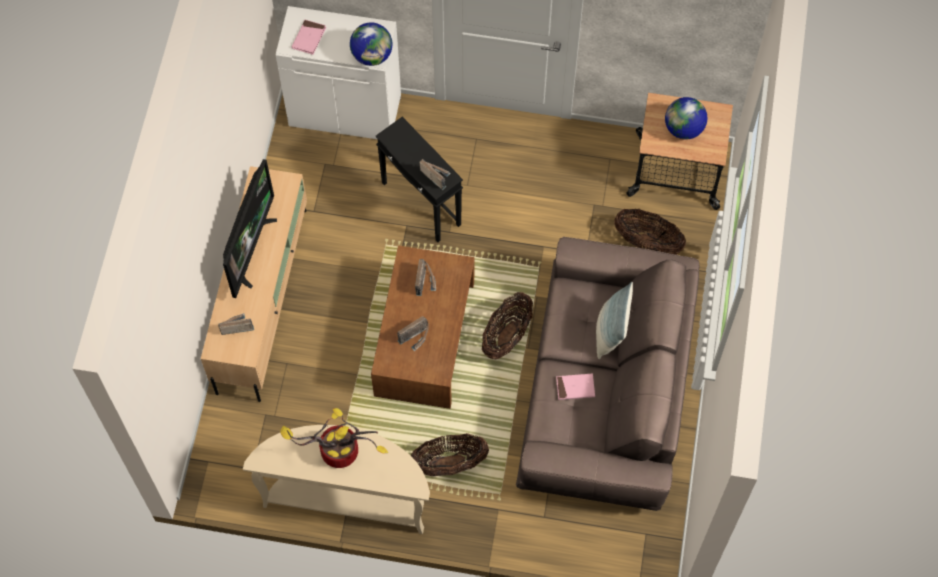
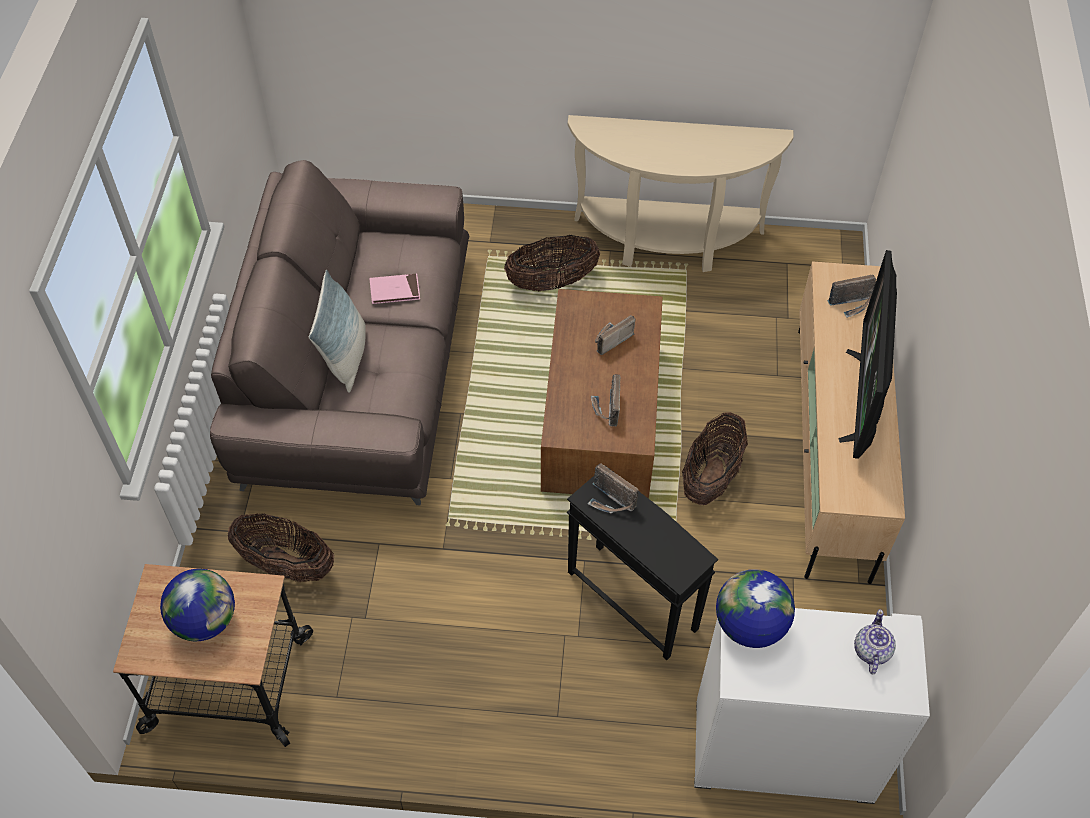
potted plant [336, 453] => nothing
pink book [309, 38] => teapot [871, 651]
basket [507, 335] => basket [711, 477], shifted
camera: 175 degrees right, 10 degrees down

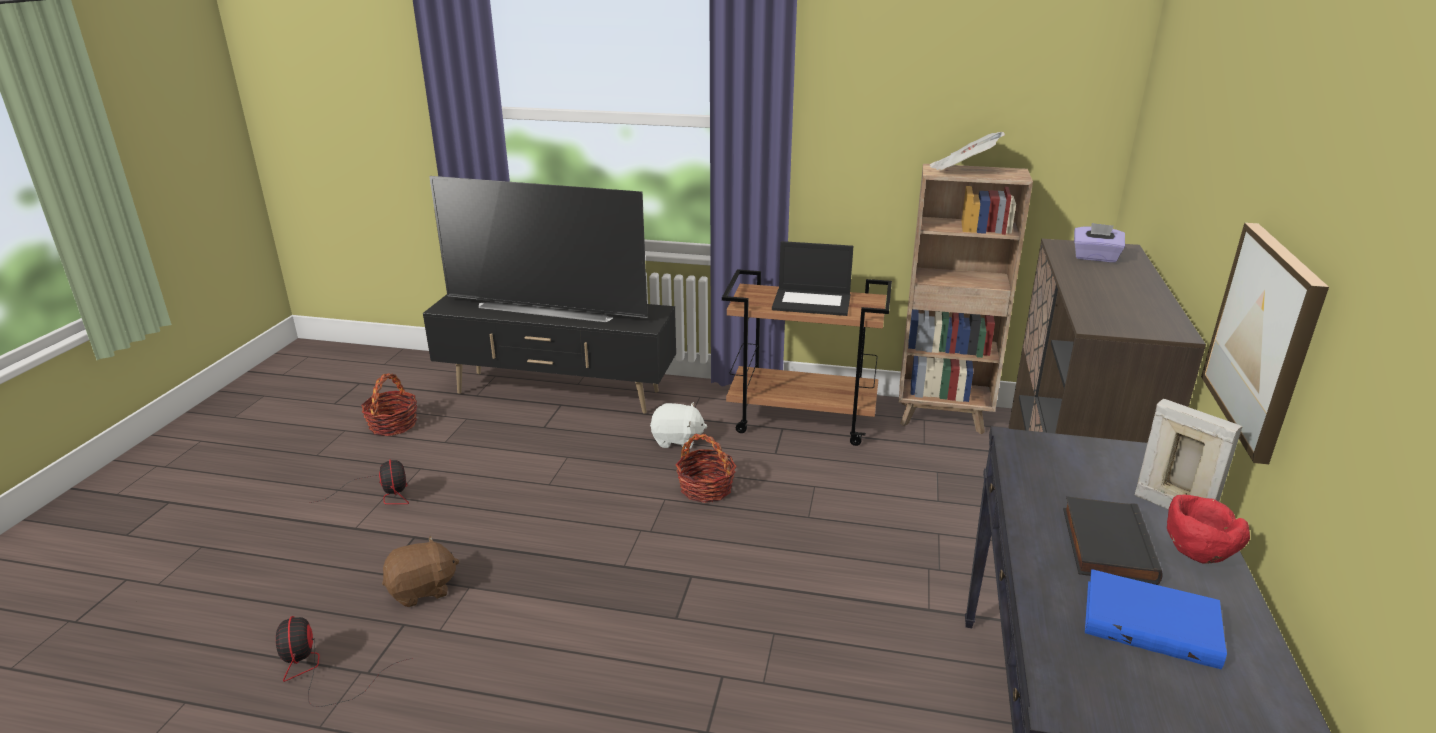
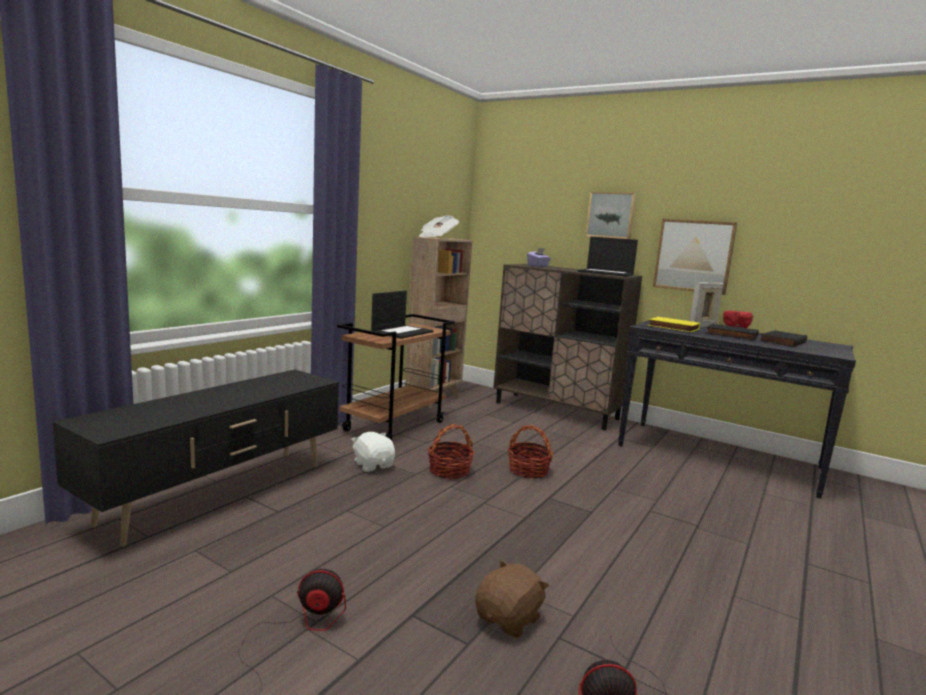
basket [393, 425] => basket [528, 470], shifted
brown plush toy [422, 590] => brown plush toy [509, 619], 45 degrees clockwise
television [549, 307] => nothing
white plush toy [677, 440] => white plush toy [373, 465], 60 degrees counterclockwise
blue book [1151, 622] => black book [781, 341]
nothing => laptop [606, 273]
nothing => picture [611, 215]
nothing => yellow book [672, 327]
camera: 70 degrees left, 15 degrees down

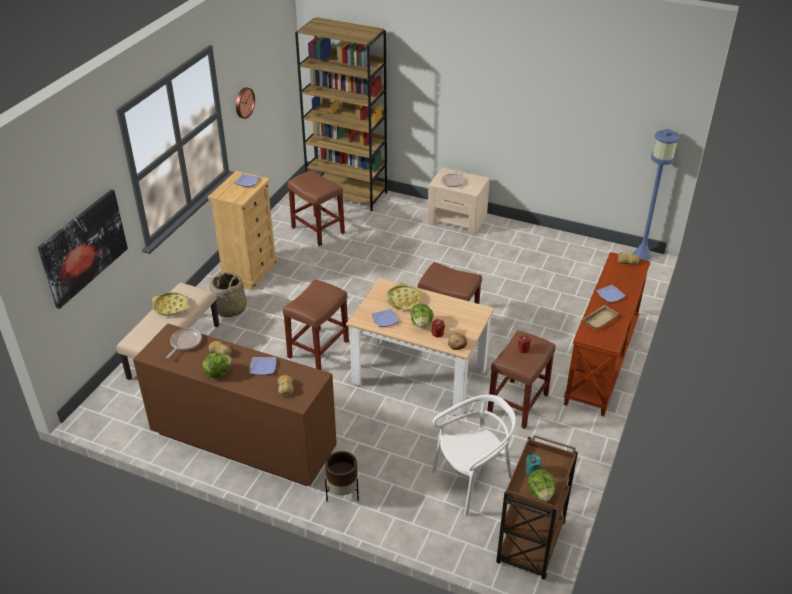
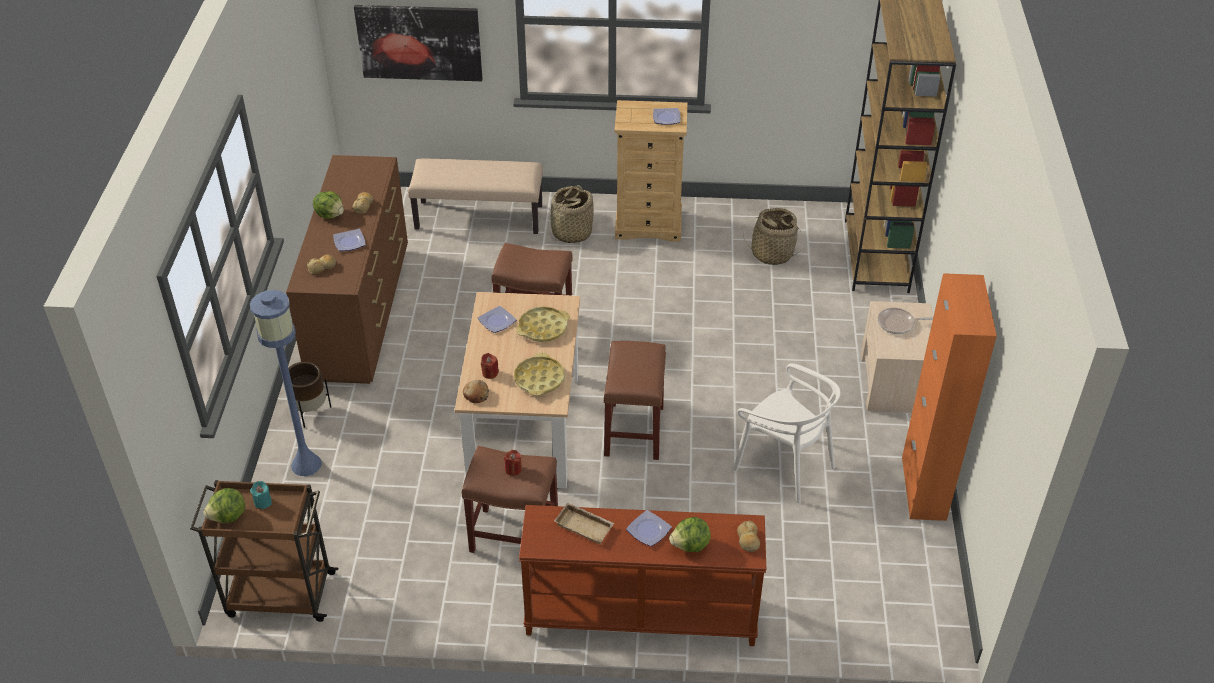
yellow tray [171, 307] => yellow tray [539, 379], shifted
frying pan [185, 343] => nothing
wall clock [243, 102] => nothing
brown stool [317, 230] => basket [772, 253]
lettuce [421, 324] => lettuce [690, 545], shifted
white chair [473, 482] => white chair [784, 465], shifted
blue floor lamp [641, 255] => blue floor lamp [305, 464], shifted
nothing => orange cabinet [923, 488]
camera: 70 degrees right, 5 degrees up

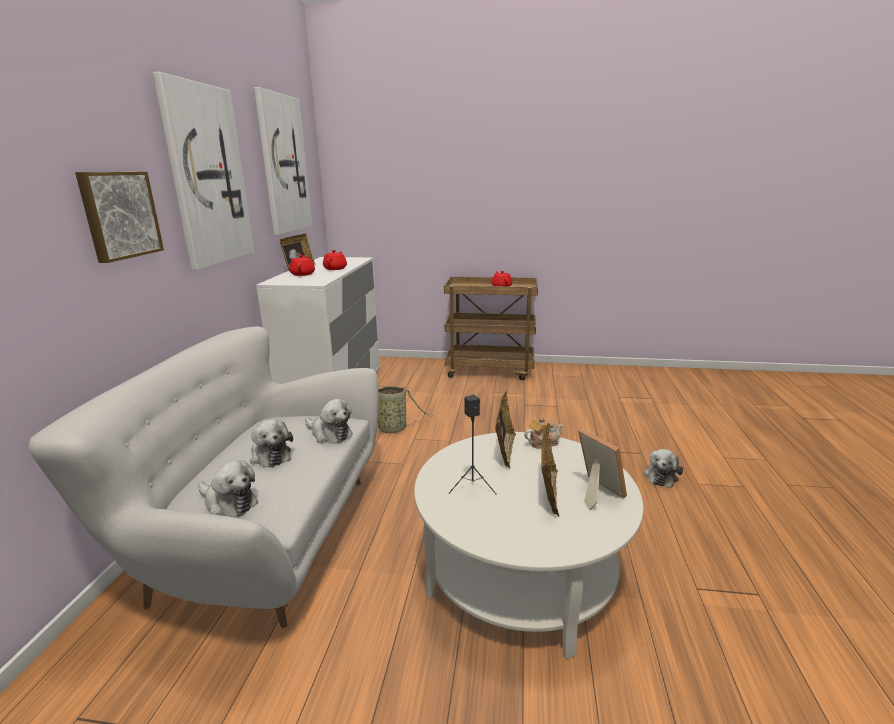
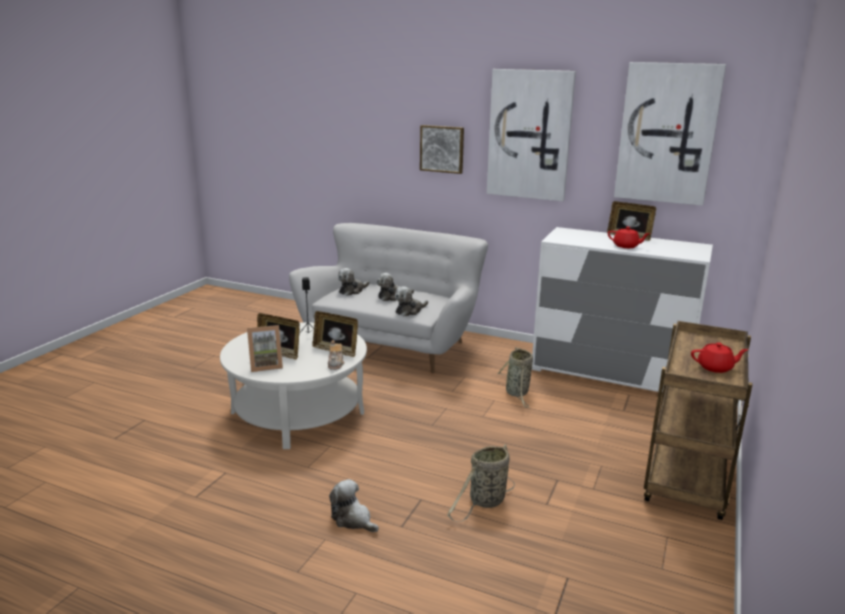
red teapot [303, 274] => nothing
nothing => basket [485, 502]
camera: 105 degrees right, 0 degrees up

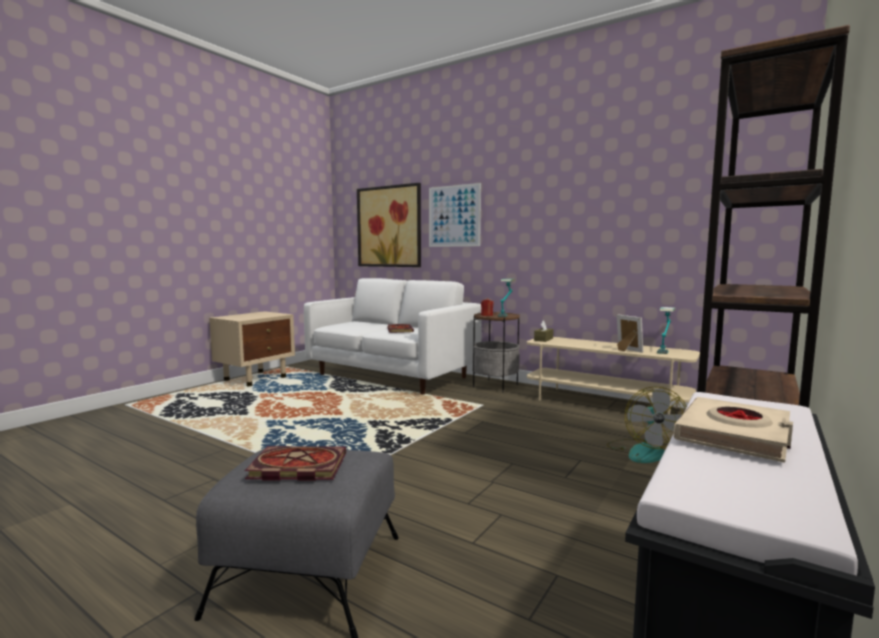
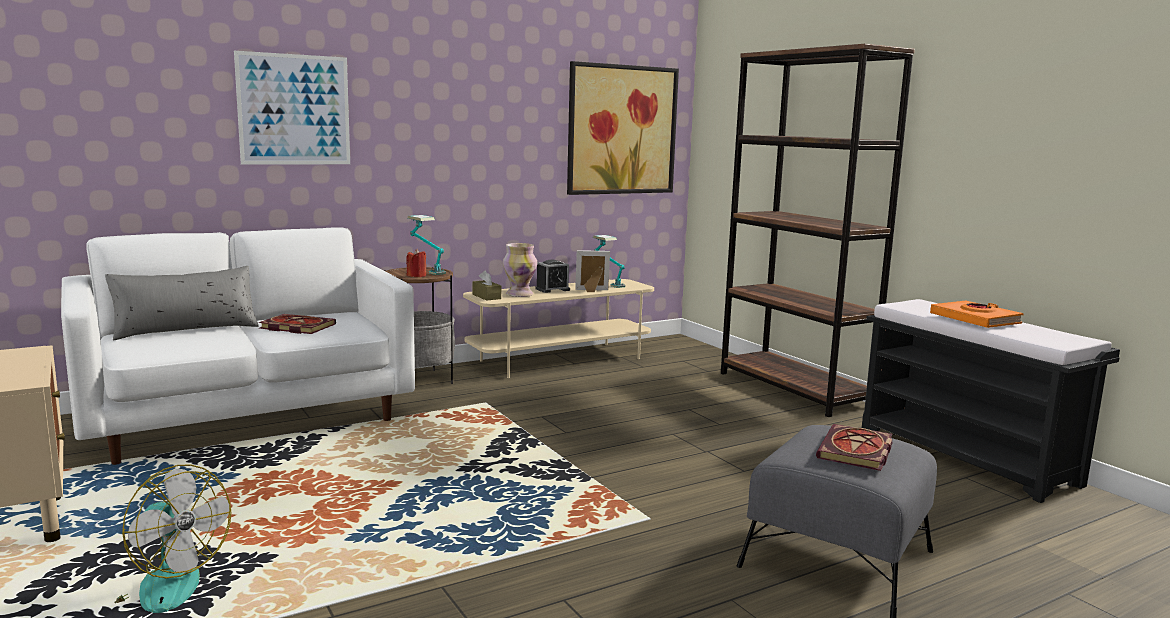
picture [389, 226] => picture [621, 130], shifted
fan [643, 451] => fan [159, 585], shifted
beige book [734, 435] => orange book [975, 320]
nothing => grey pillow [186, 329]
nothing => vase [519, 294]
nothing => alarm clock [552, 289]
camera: 65 degrees left, 5 degrees up

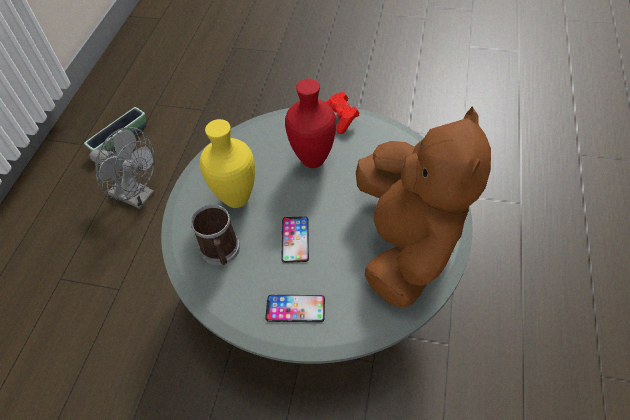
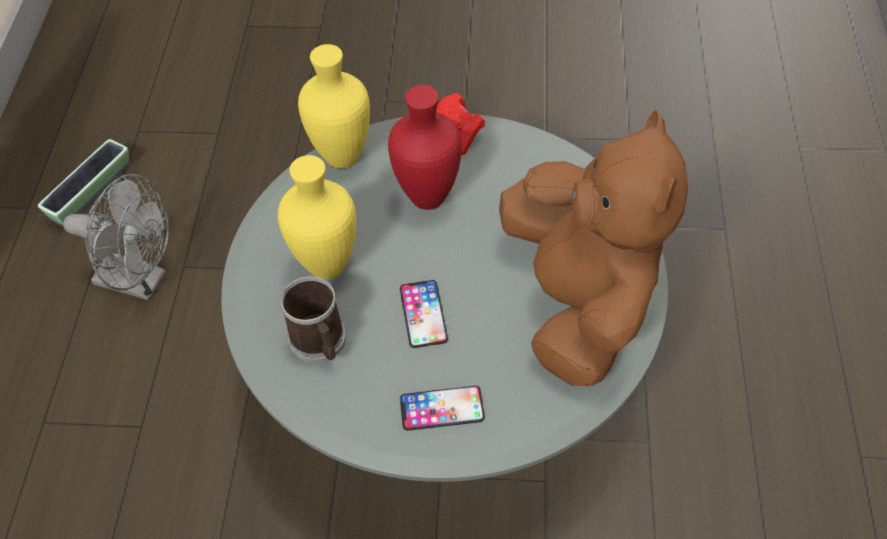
nothing => yellow vase [344, 158]
camera: 10 degrees left, 0 degrees up

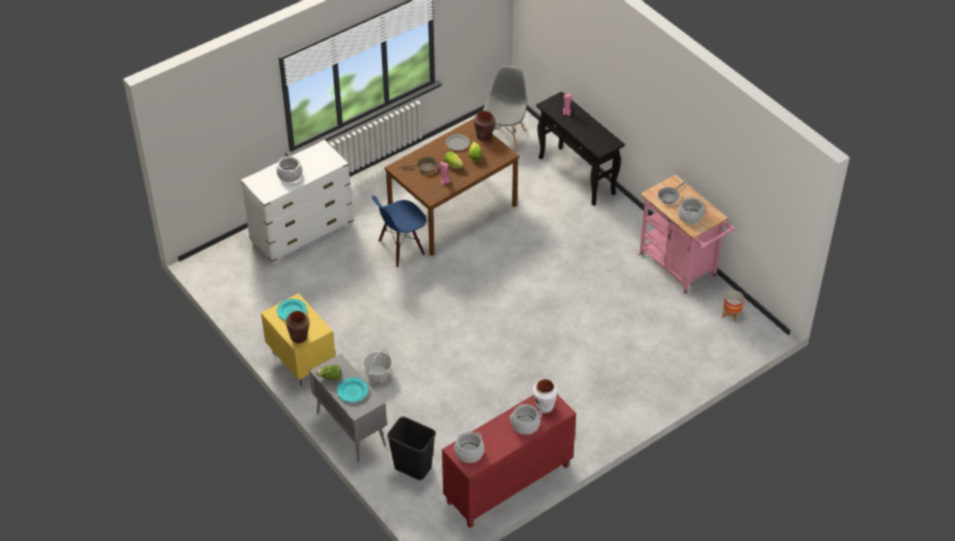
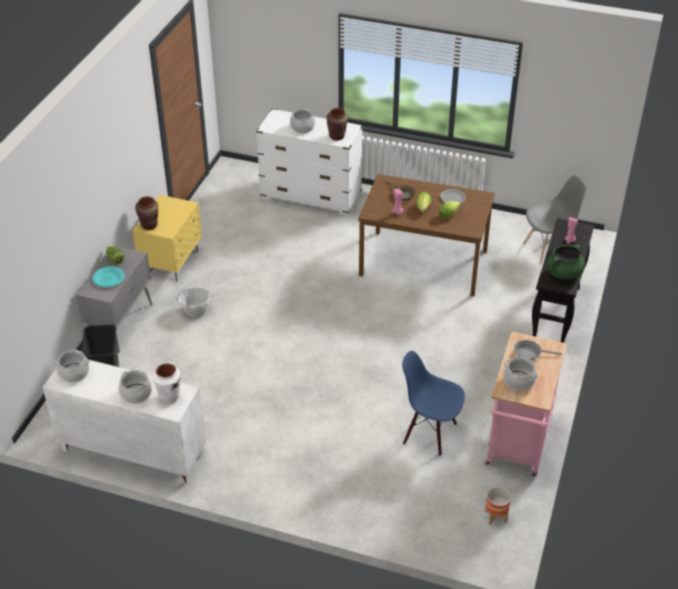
turquoise plate [291, 311] => nothing
blue chair [401, 248] => blue chair [430, 433], shifted
red cabinet [508, 485] => white cabinet [131, 452]
brown vase [484, 136] => brown vase [337, 136], shifted
nothing => green cooking pot [563, 273]
camera: 55 degrees right, 5 degrees down

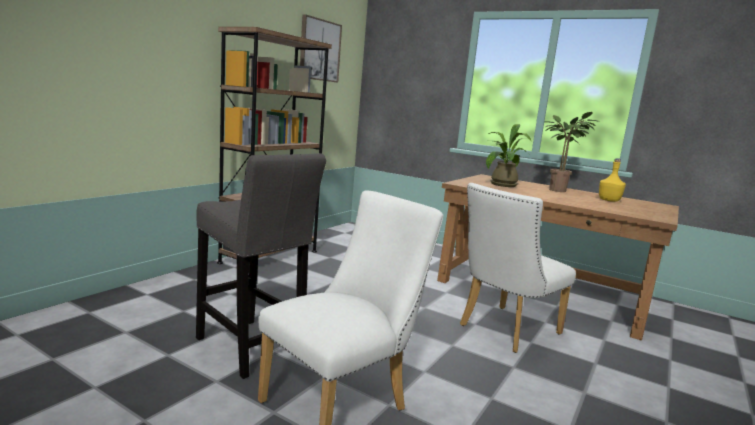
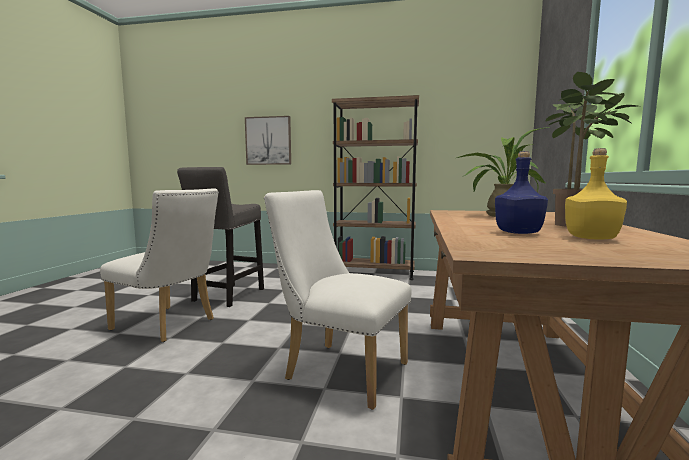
picture [319, 50] => picture [268, 141], shifted
nothing => blue bottle [519, 233]
camera: 70 degrees right, 5 degrees down

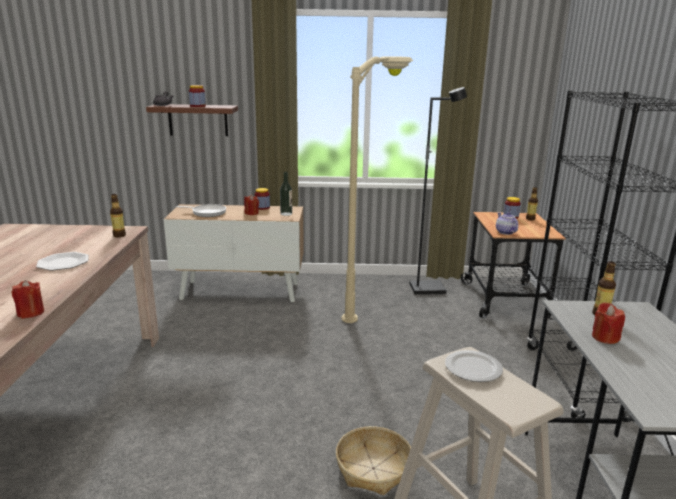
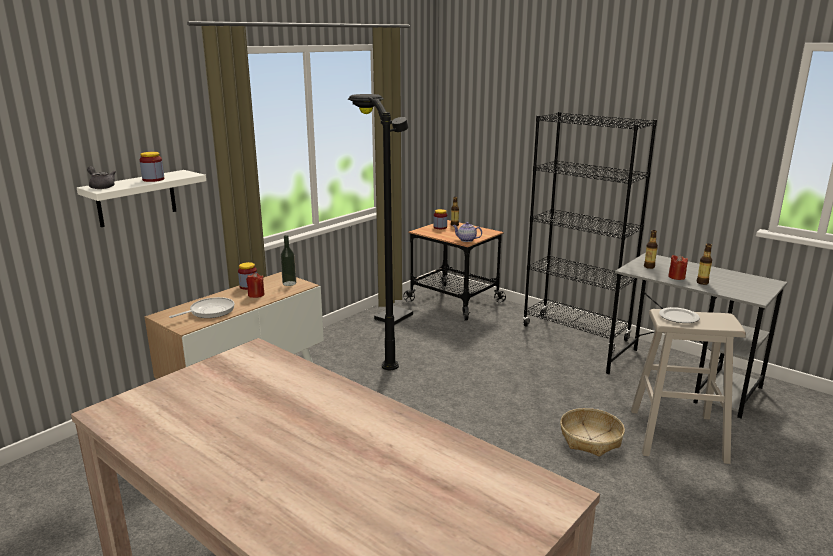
red candle [30, 313] => nothing
plate [63, 263] => nothing
bottle [119, 235] => bottle [702, 283], shifted
brown shelf [198, 120] => white shelf [136, 198]
beige floor lamp [374, 300] => black floor lamp [376, 344]
camera: 50 degrees left, 0 degrees up

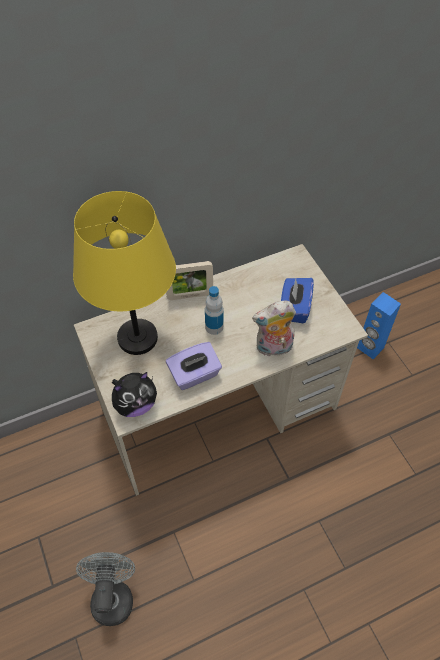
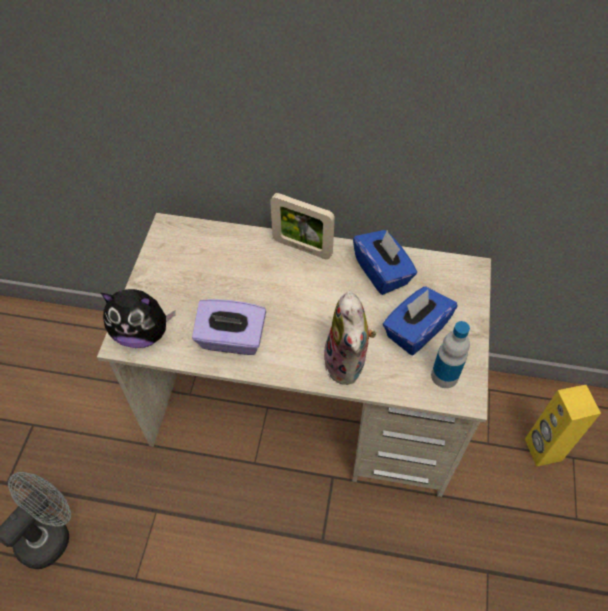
yellow table lamp [137, 338] => nothing
bottle [214, 327] => bottle [444, 376], shifted
plush toy [273, 348] => plush toy [348, 364], 120 degrees counterclockwise
blue speaker [370, 348] => yellow speaker [542, 450]
nothing => blue tissue box [382, 272]
camera: 35 degrees right, 0 degrees up

